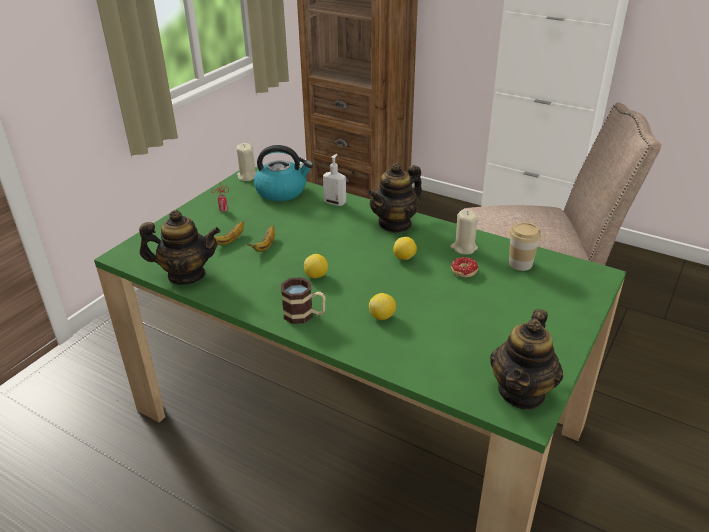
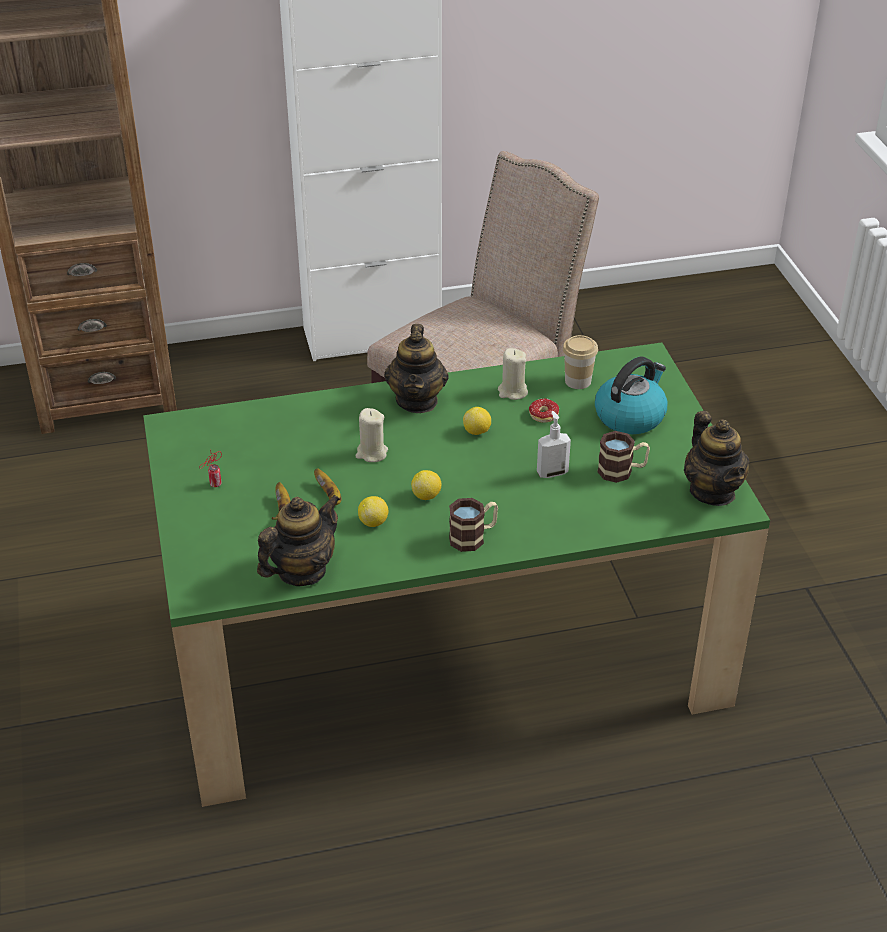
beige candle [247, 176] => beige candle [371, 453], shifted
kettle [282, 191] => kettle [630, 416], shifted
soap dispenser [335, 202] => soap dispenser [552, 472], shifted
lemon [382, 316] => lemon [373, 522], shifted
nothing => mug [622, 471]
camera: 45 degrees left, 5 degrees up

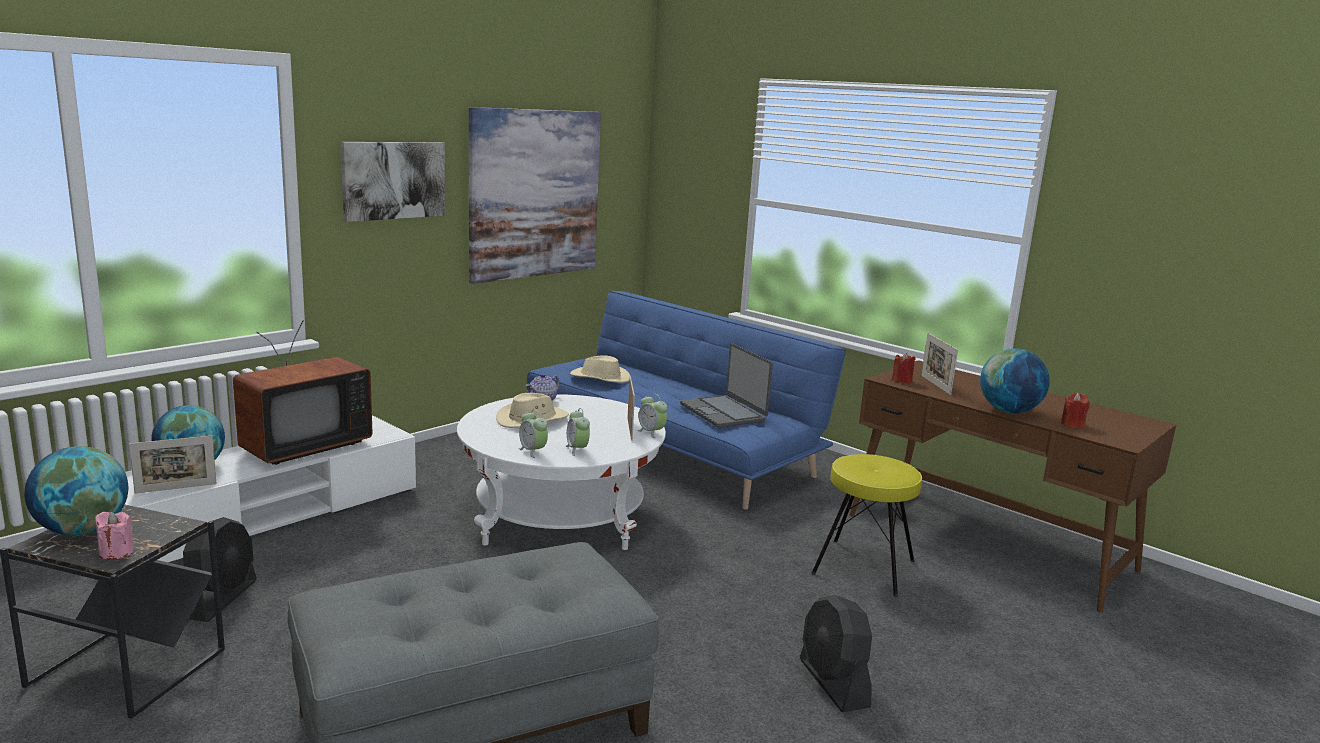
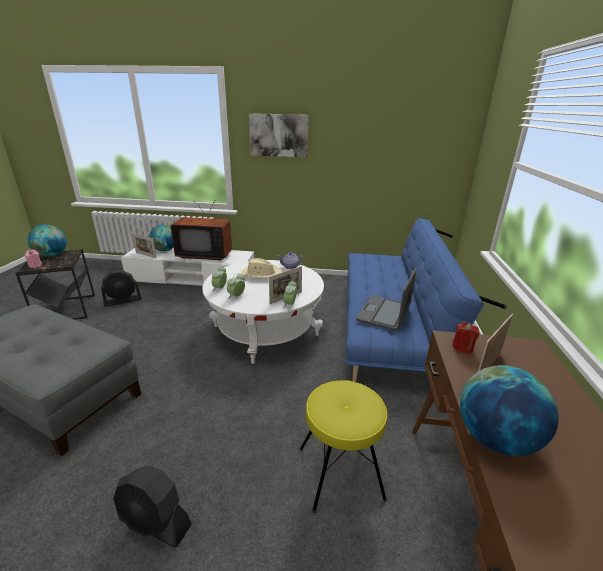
picture [535, 194] => nothing
beige hat [600, 378] => nothing
black fan [833, 683] => black fan [155, 523], 105 degrees counterclockwise
red candle [1072, 424] => nothing
camera: 55 degrees right, 10 degrees up

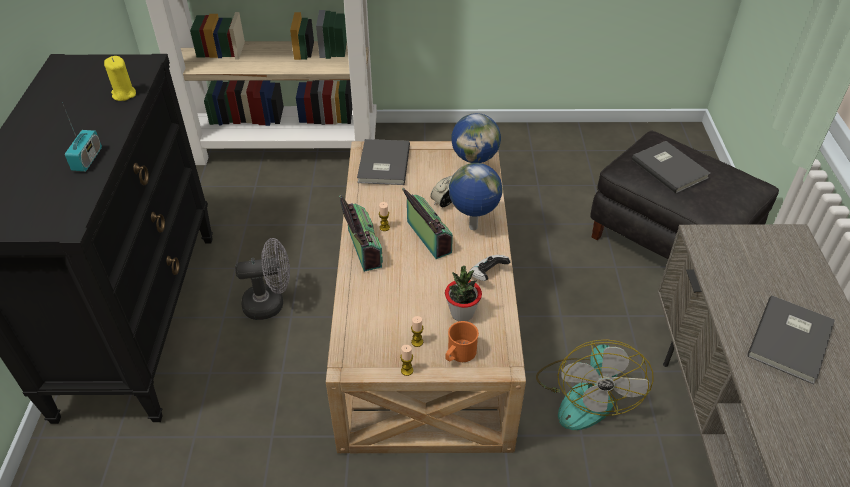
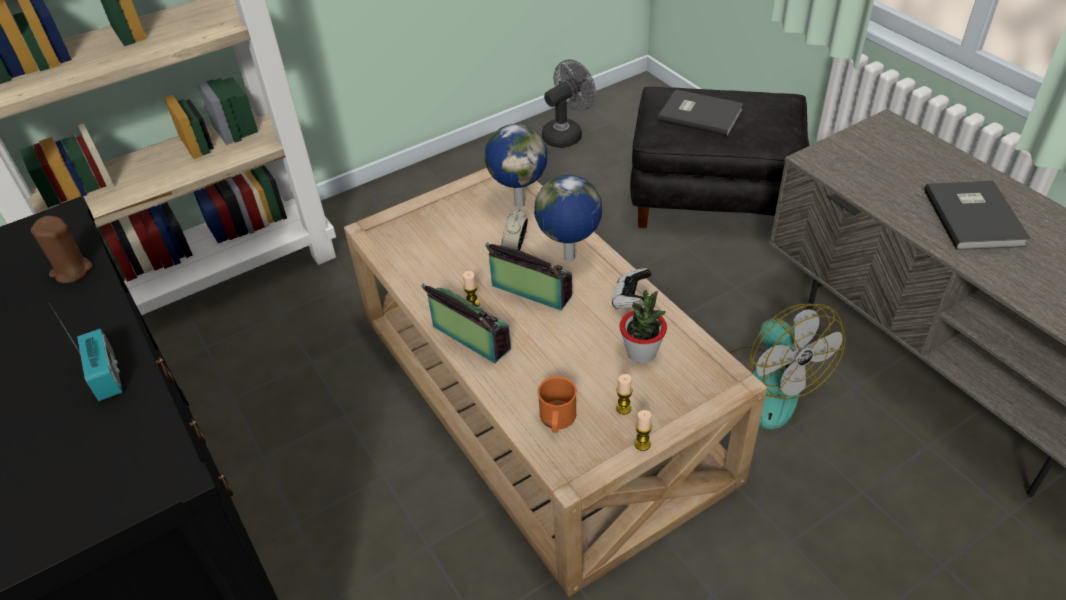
yellow candle [124, 94] => brown candle [72, 271]
grey fan [270, 303] => grey fan [566, 134], shifted
grey book [382, 164] => nothing
orange mug [459, 354] => orange mug [557, 420], shifted
camera: 30 degrees left, 0 degrees up

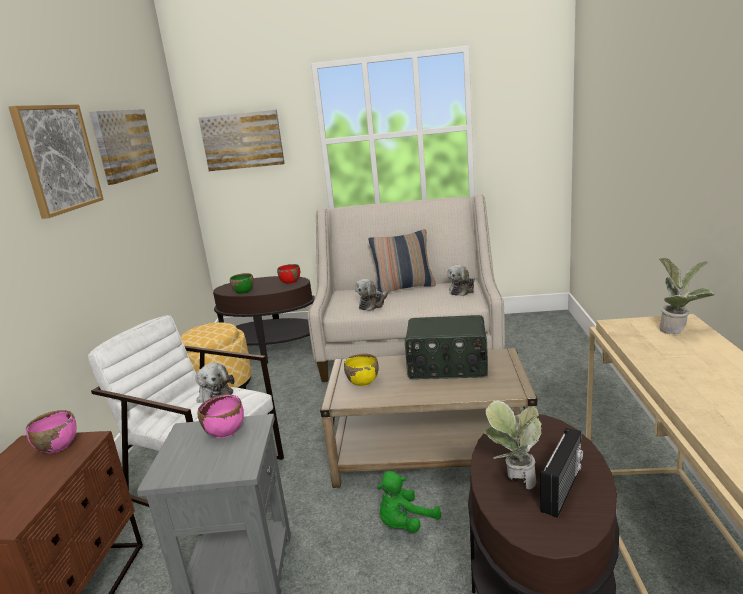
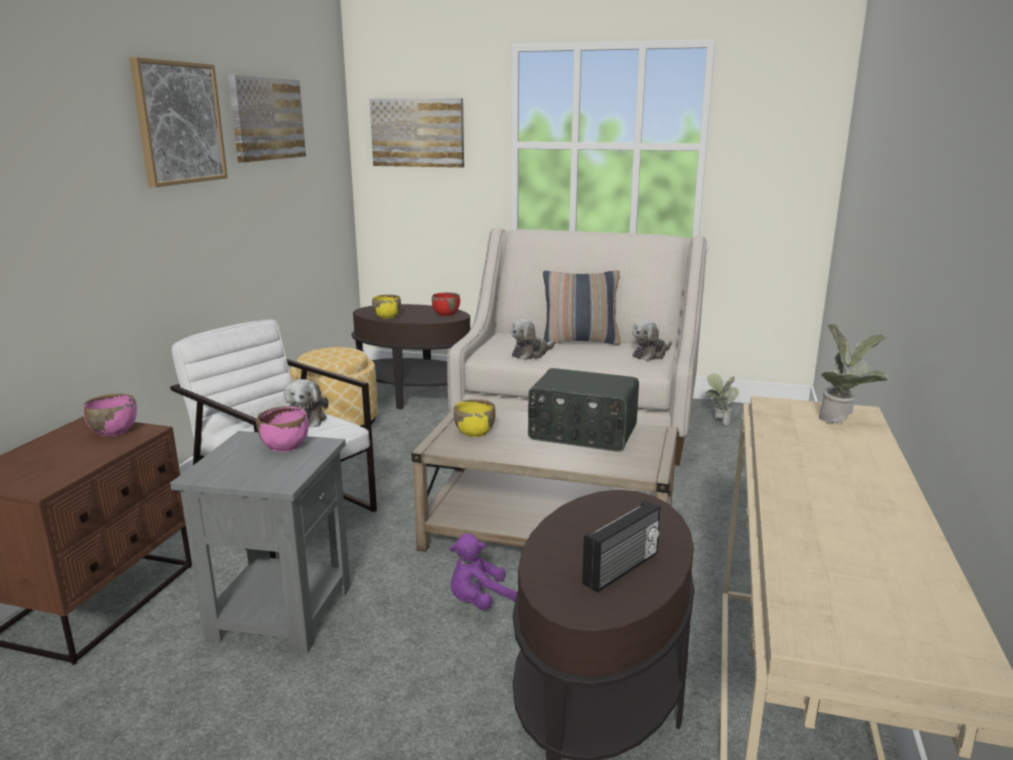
green bowl [243, 291] => yellow bowl [387, 316]
green plush toy [405, 524] => purple plush toy [482, 603]
potted plant [514, 480] => potted plant [718, 421], shifted
camera: 10 degrees right, 0 degrees up

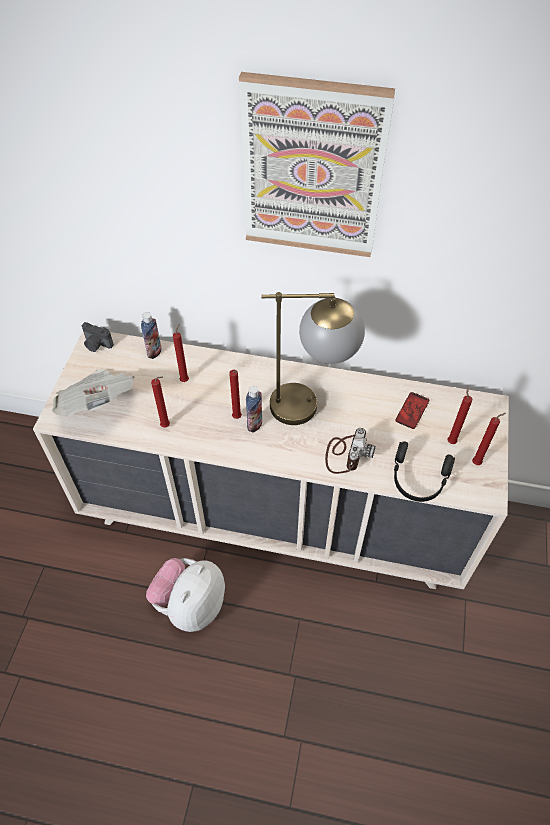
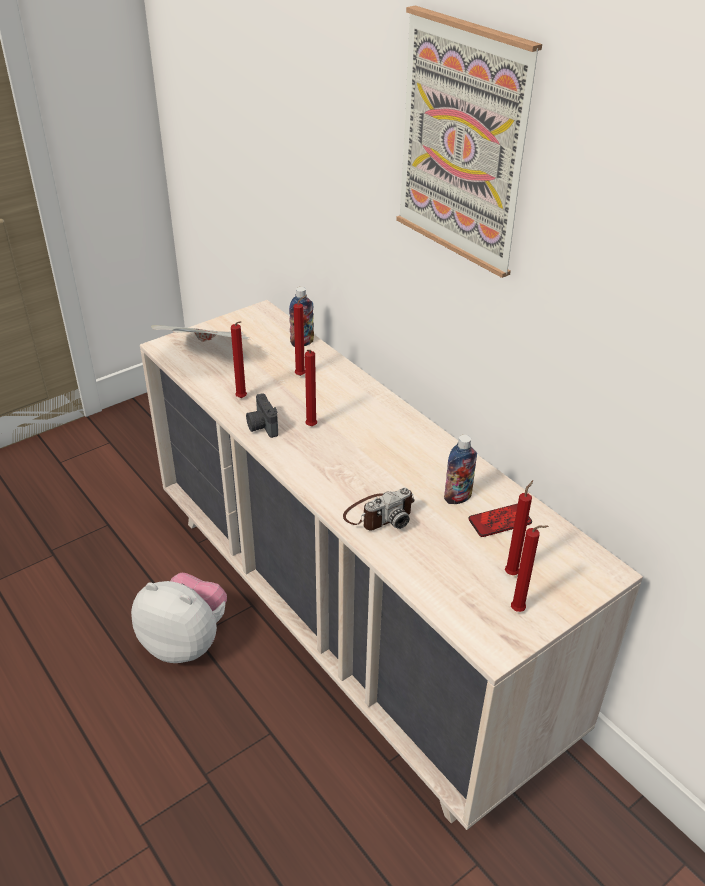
photo camera [97, 345] => photo camera [261, 426], shifted
plush toy [190, 604] => plush toy [186, 641], 45 degrees clockwise
bottle [254, 424] => bottle [457, 497], shifted
table lamp [311, 405] => nothing
black headphones [418, 479] => nothing
camera: 40 degrees right, 15 degrees down

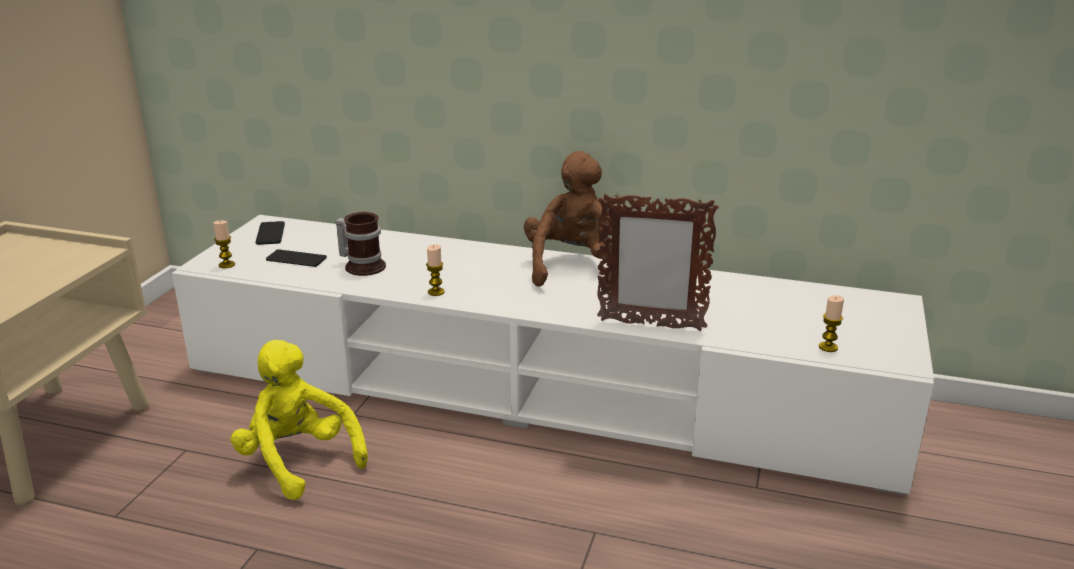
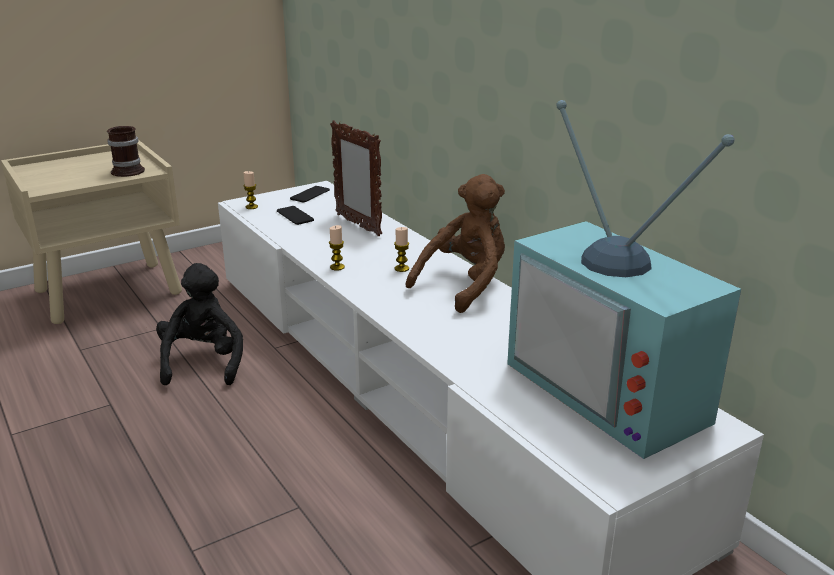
yellow plush toy [298, 461] => black plush toy [203, 362]
mug [363, 265] => mug [129, 170], shifted
picture frame [650, 325] => picture frame [358, 225], shifted
candle [828, 347] => candle [401, 268], shifted
nothing => television [615, 390]
camera: 40 degrees right, 0 degrees up

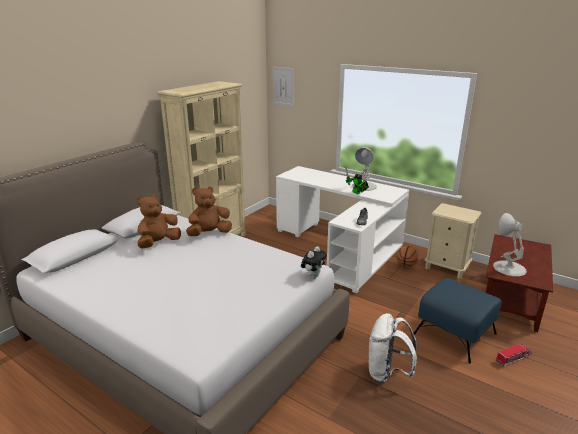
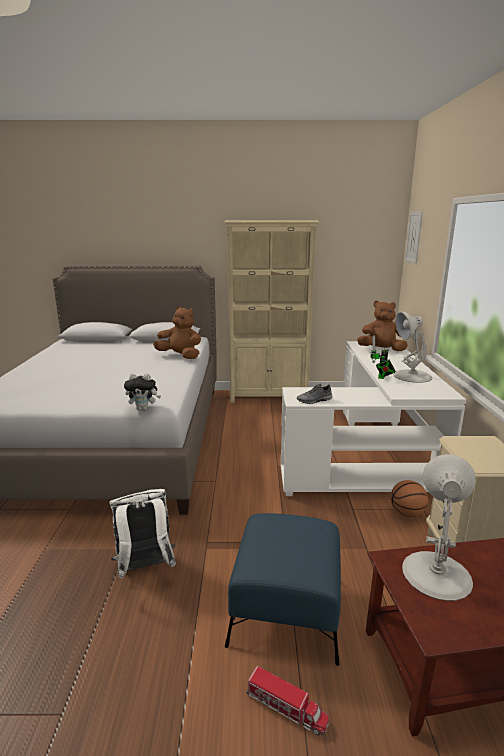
brown plush toy [159, 243] => brown plush toy [381, 350], shifted
camera: 55 degrees right, 5 degrees down

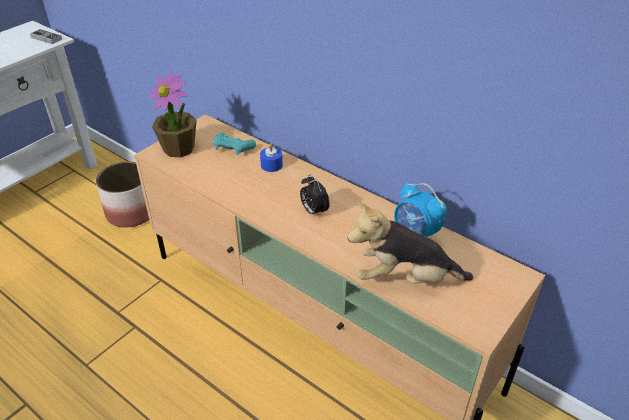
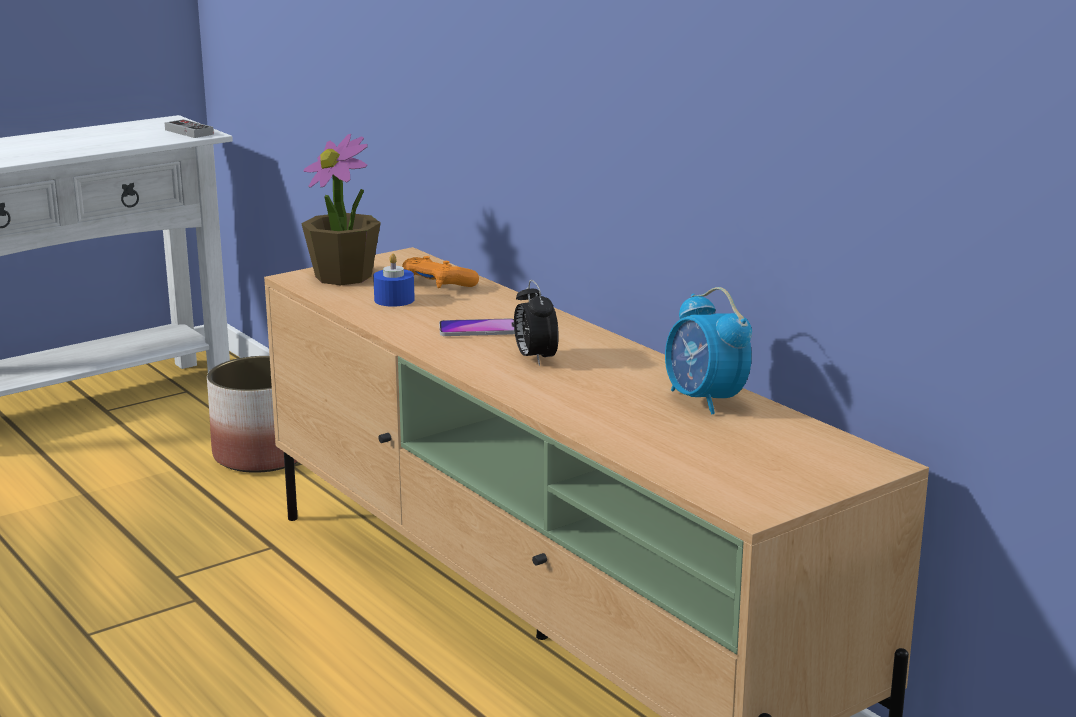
turquoise game controller [233, 148] => orange game controller [437, 284]
blue candle [271, 165] => blue candle [394, 300], shifted
plush toy [404, 279] => nothing
nothing => phone [478, 329]
camera: 15 degrees right, 20 degrees down

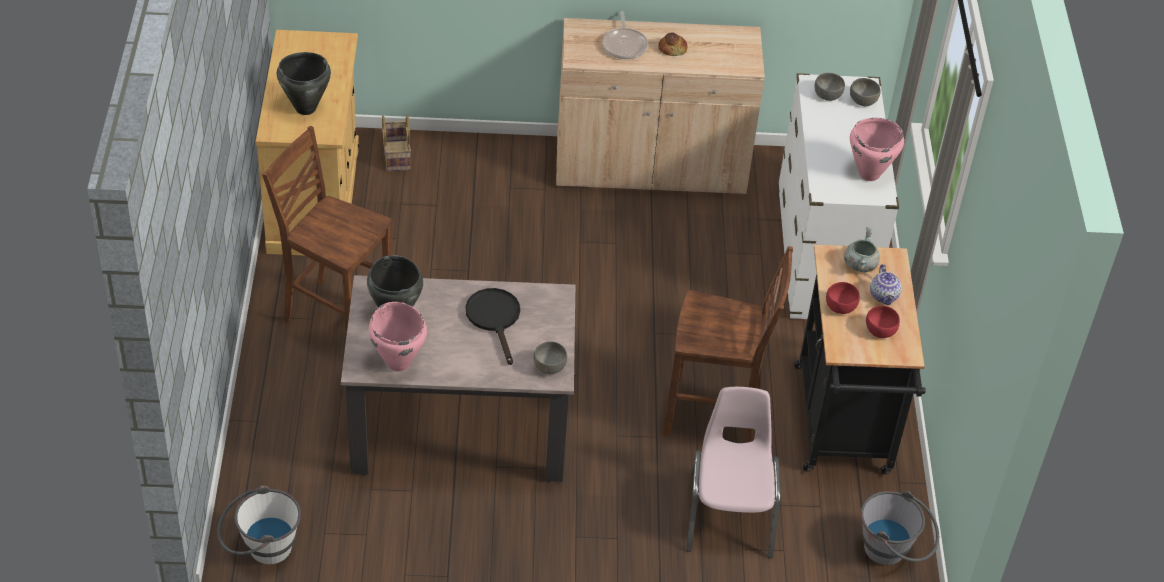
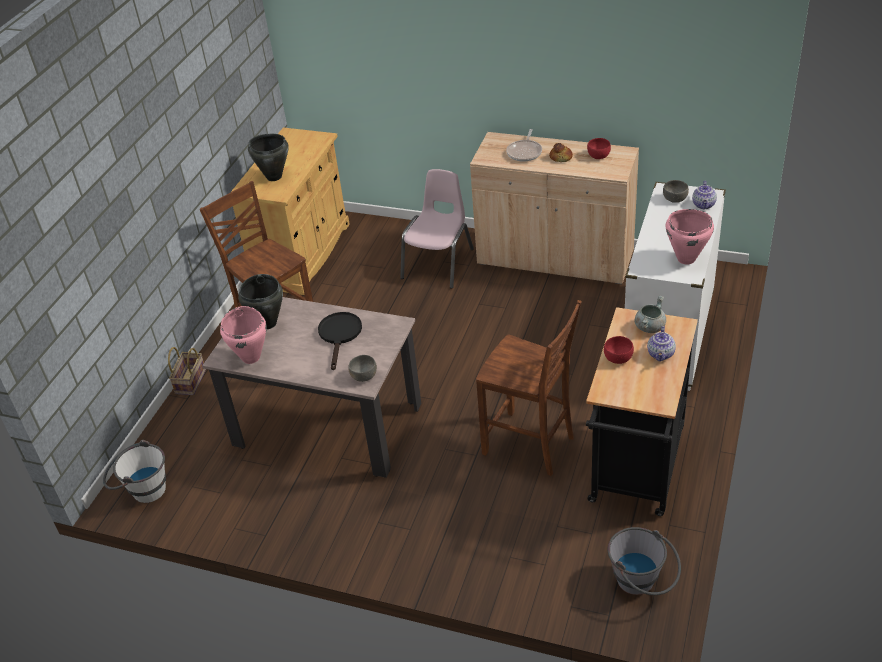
basket [395, 155] => basket [190, 381], shifted
pink chair [730, 513] => pink chair [439, 264], shifted
grey bowl [863, 101] => teapot [704, 205]
red bowl [880, 331] => red bowl [598, 156], shifted
camera: 25 degrees right, 5 degrees down

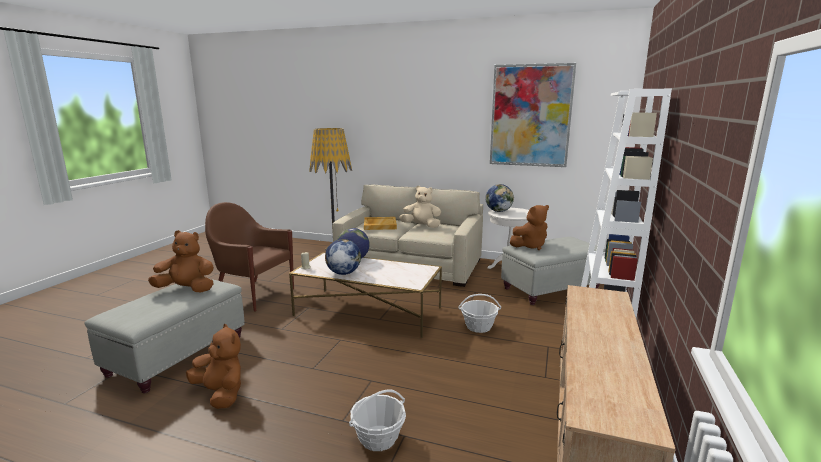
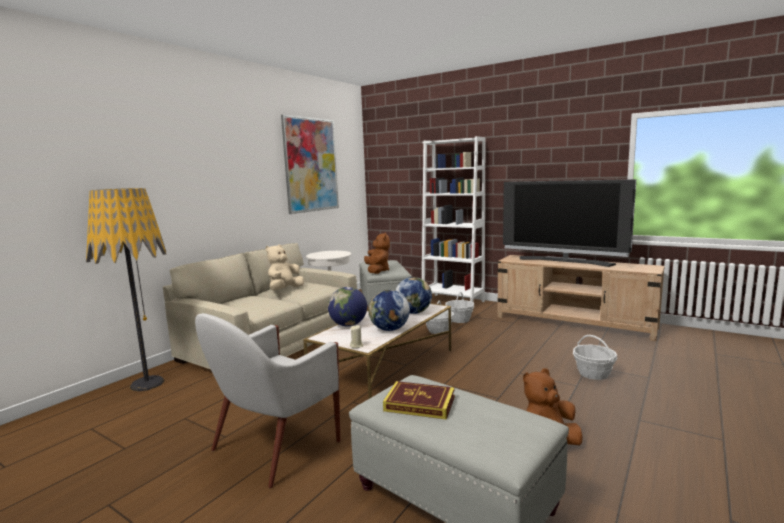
brown plush toy [187, 289] => book [419, 404]
brown armchair [254, 295] => white armchair [273, 447]
beige tray [379, 225] => nothing
globe [499, 211] => globe [413, 312], shifted
nothing => basket [459, 320]
nothing => television [564, 261]
camera: 75 degrees left, 5 degrees down

